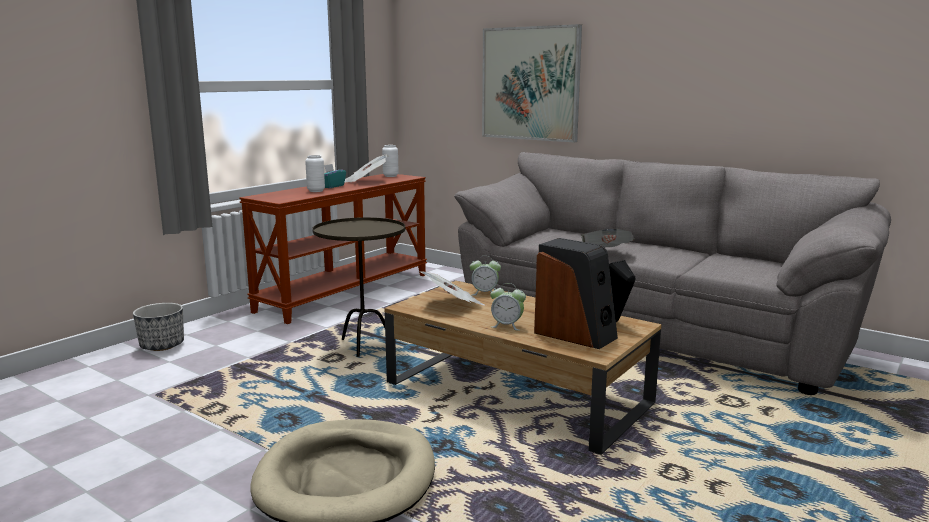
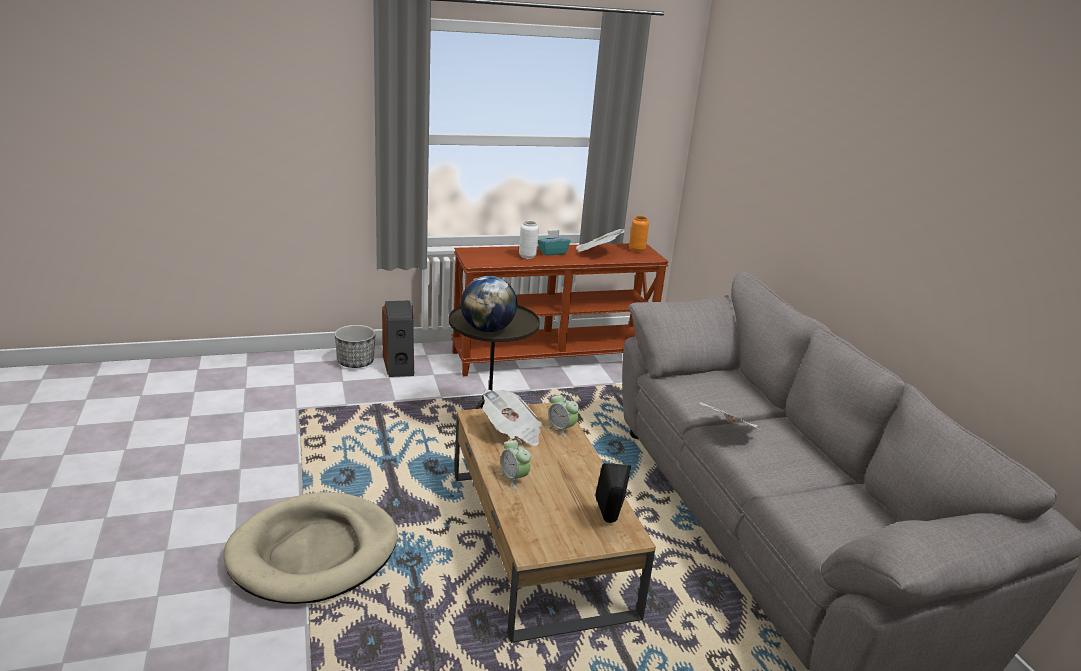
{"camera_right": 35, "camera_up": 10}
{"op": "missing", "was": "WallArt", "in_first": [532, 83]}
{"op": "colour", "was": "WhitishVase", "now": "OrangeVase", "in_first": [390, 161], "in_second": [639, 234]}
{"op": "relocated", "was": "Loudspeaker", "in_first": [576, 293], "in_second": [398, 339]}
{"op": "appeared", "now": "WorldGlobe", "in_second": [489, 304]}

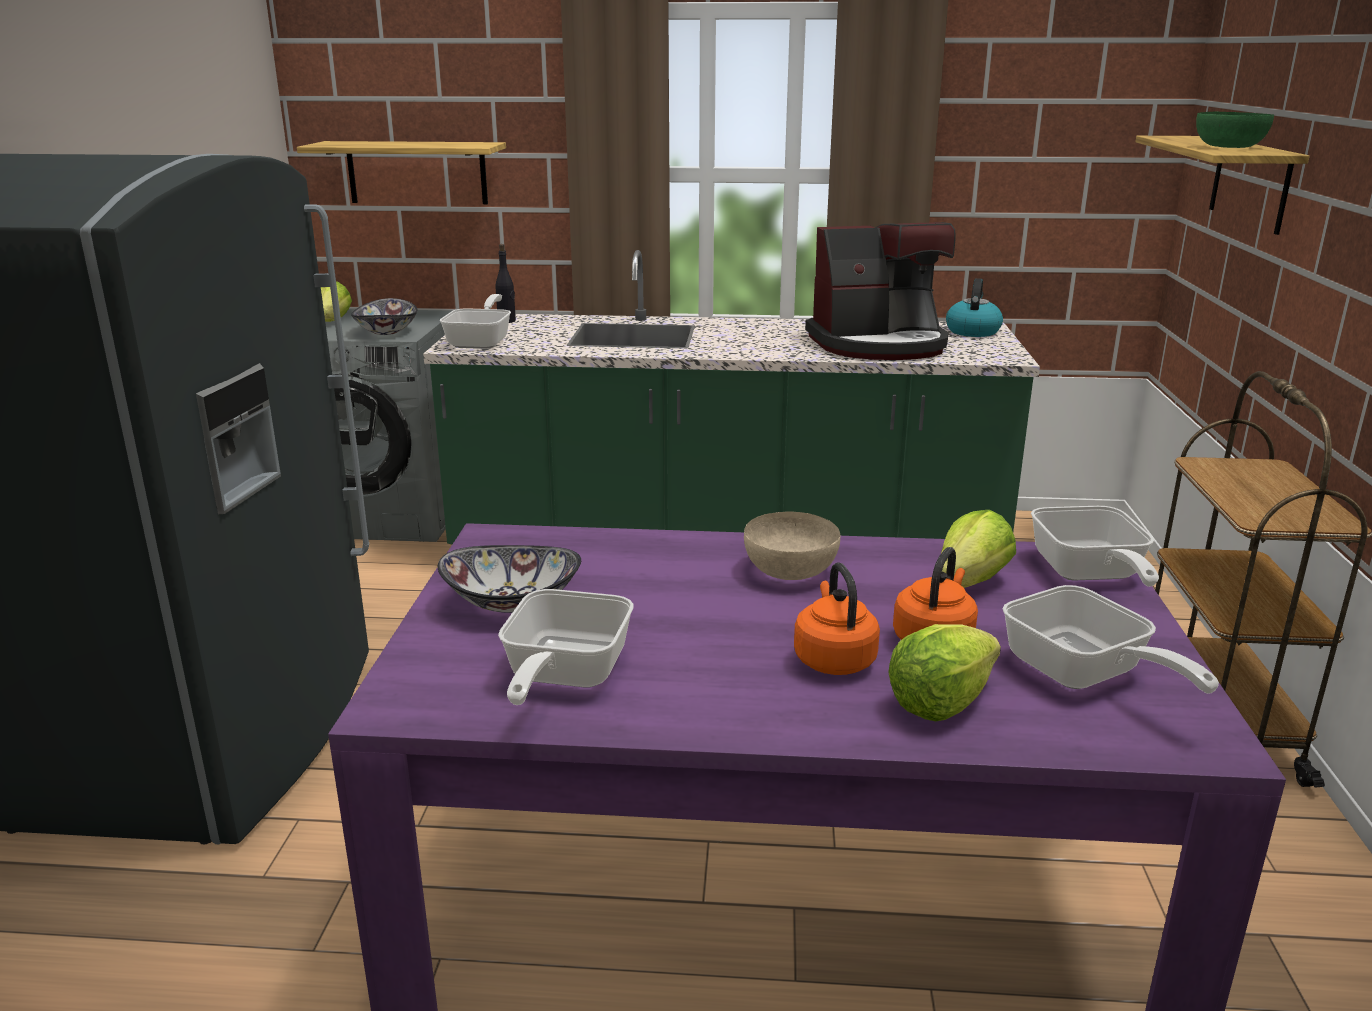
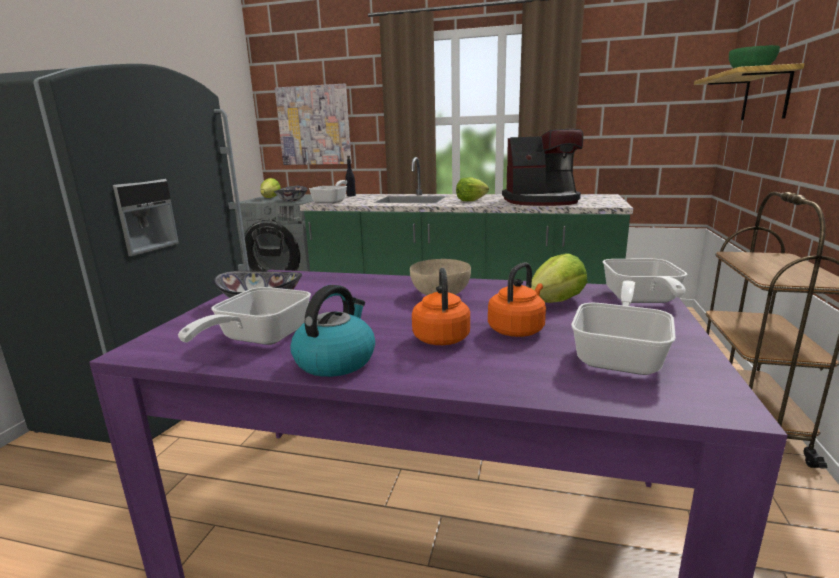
{"camera_right": 10, "camera_up": -5}
{"op": "exchanged", "was": "BracketShelf", "now": "WallArt", "in_first": [401, 172], "in_second": [313, 124]}
{"op": "relocated", "was": "Kettle", "in_first": [974, 307], "in_second": [332, 331]}
{"op": "spun", "was": "Pan", "in_first": [1111, 639], "in_second": [623, 328], "clockwise": -135}
{"op": "relocated", "was": "Lettuce", "in_first": [944, 672], "in_second": [472, 189]}

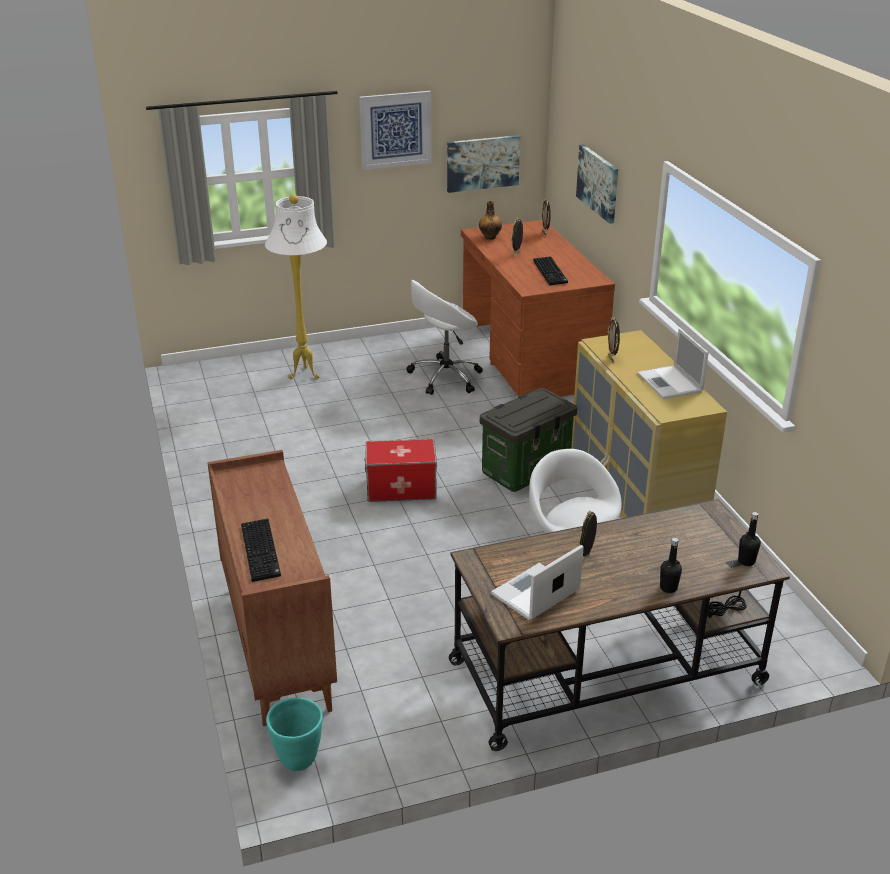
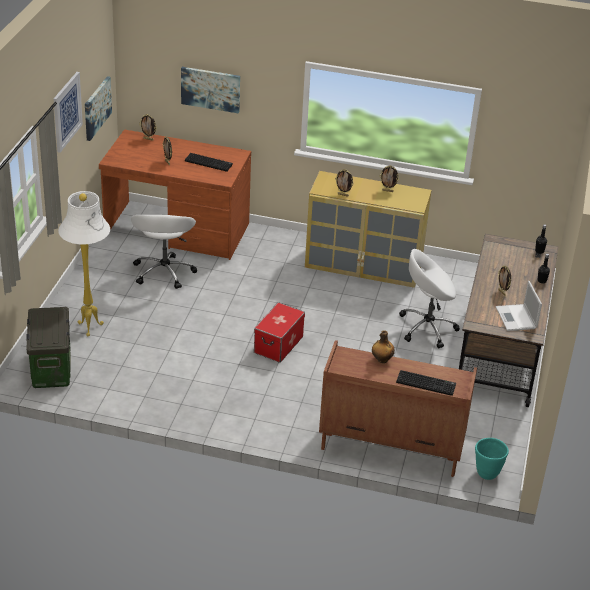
{"camera_right": -60, "camera_up": 5}
{"op": "relocated", "was": "DrinkBottle", "in_first": [490, 220], "in_second": [383, 346]}
{"op": "exchanged", "was": "NotebookComputer", "now": "PictureFrame", "in_first": [673, 363], "in_second": [389, 178]}
{"op": "relocated", "was": "StorageBox", "in_first": [528, 440], "in_second": [48, 347]}

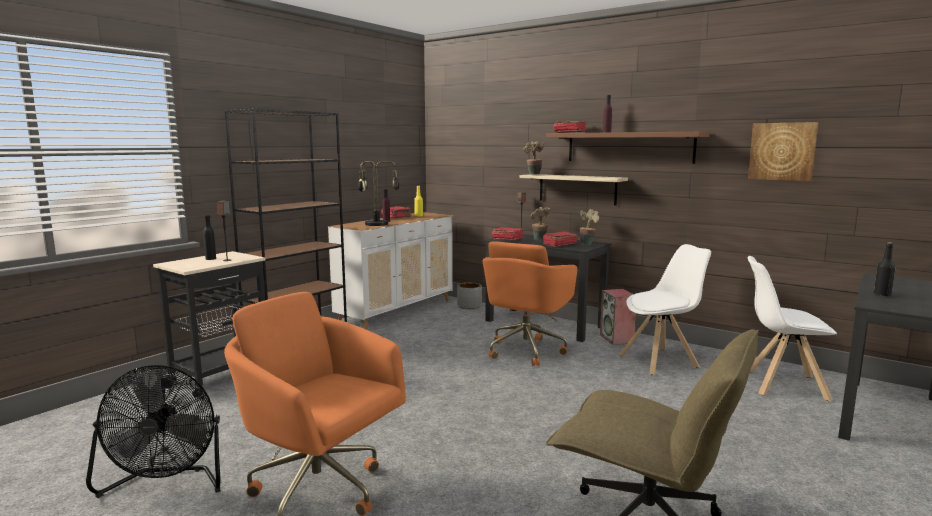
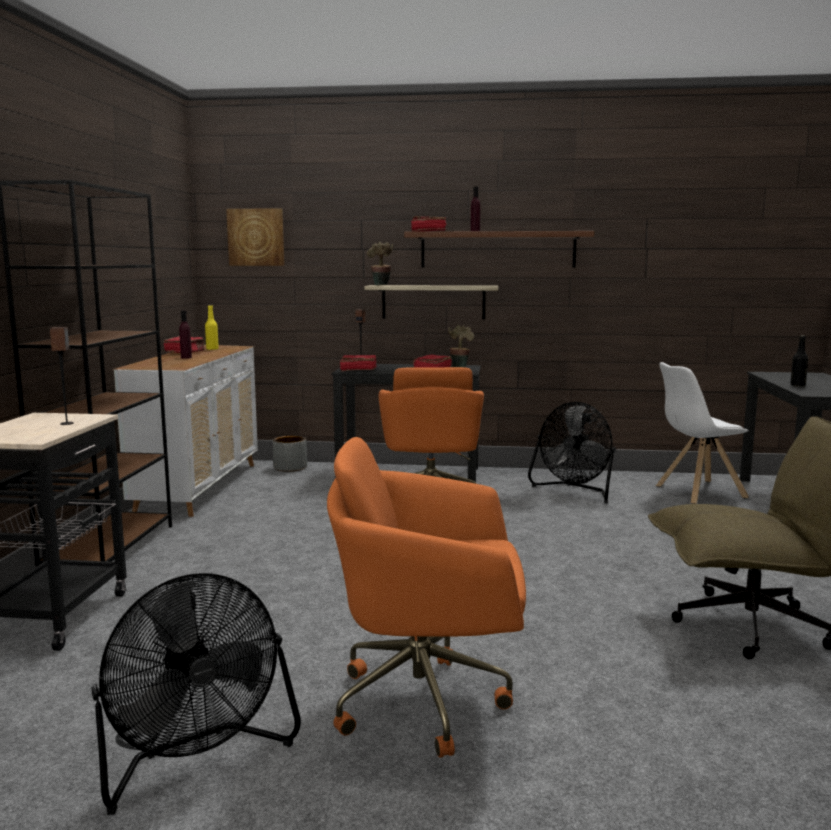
{"camera_right": -30, "camera_up": 0}
{"op": "relocated", "was": "WallArt", "in_first": [783, 151], "in_second": [255, 237]}
{"op": "missing", "was": "TabletopLamp", "in_first": [378, 193]}
{"op": "missing", "was": "PottedPlant", "in_first": [540, 223]}
{"op": "missing", "was": "BlackColouredDrinkBottle", "in_first": [209, 237]}
{"op": "exchanged", "was": "WhitishChair", "now": "BlackColouredElectricFan", "in_first": [664, 309], "in_second": [572, 452]}
{"op": "missing", "was": "Loudspeaker", "in_first": [618, 317]}

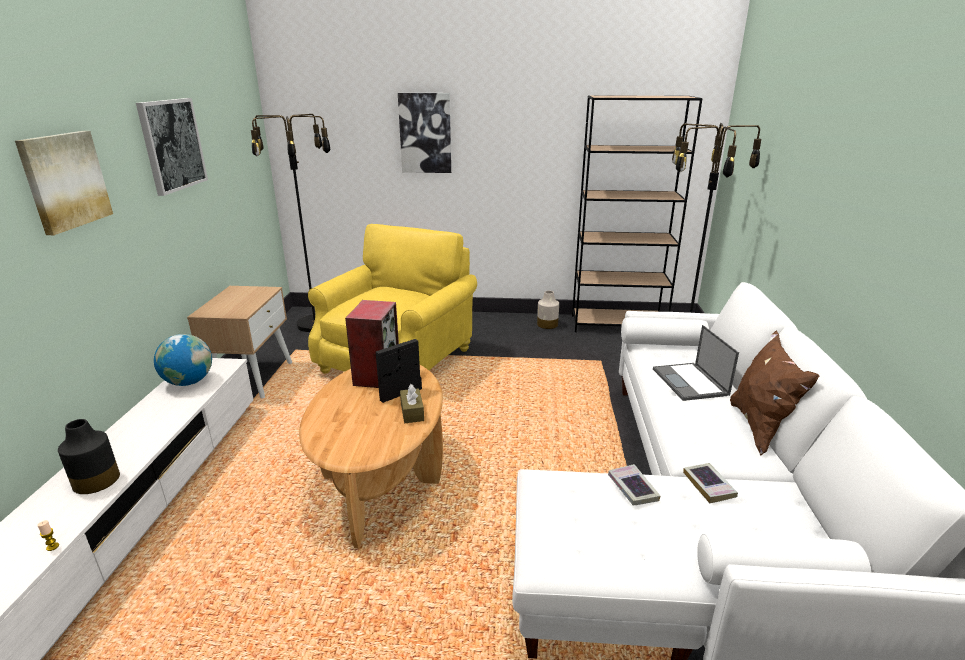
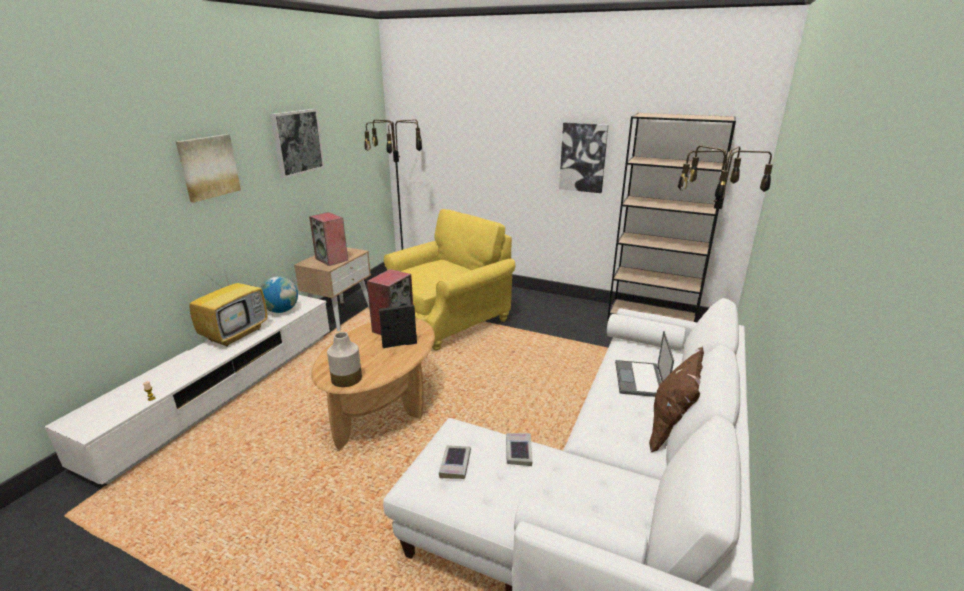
{"camera_right": 20, "camera_up": 0}
{"op": "relocated", "was": "WallArt", "in_first": [424, 133], "in_second": [583, 158]}
{"op": "relocated", "was": "BeigeVase", "in_first": [548, 310], "in_second": [344, 359]}
{"op": "missing", "was": "BrownColouredTissueHolder", "in_first": [412, 403]}
{"op": "missing", "was": "BlackColouredVase", "in_first": [89, 456]}
{"op": "relocated", "was": "Volume", "in_first": [710, 483], "in_second": [455, 462]}
{"op": "appeared", "now": "Loudspeaker", "in_second": [328, 239]}
{"op": "appeared", "now": "TvSet", "in_second": [228, 302]}

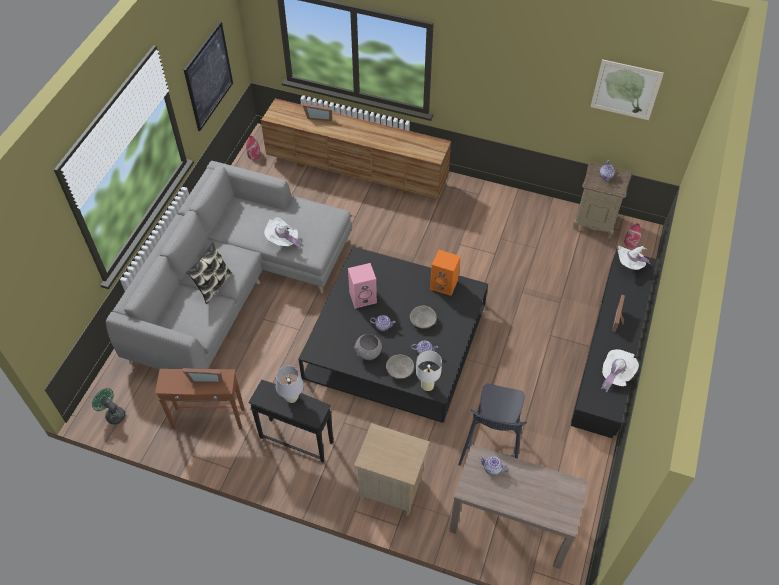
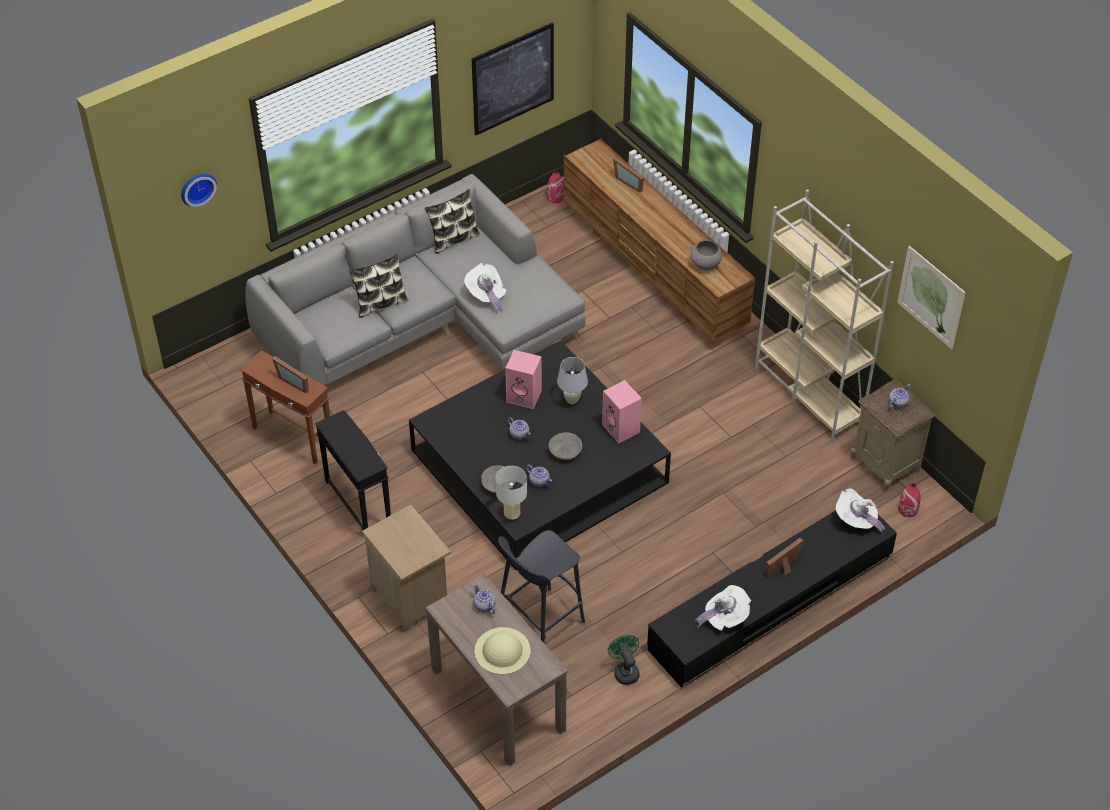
{"camera_right": 35, "camera_up": -5}
{"op": "colour", "was": "OrangeLoudspeaker", "now": "PinkLoudspeaker", "in_first": [445, 273], "in_second": [622, 411]}
{"op": "relocated", "was": "GrayBowl", "in_first": [368, 347], "in_second": [706, 255]}
{"op": "relocated", "was": "WhitishTabletopLamp", "in_first": [289, 384], "in_second": [572, 380]}
{"op": "relocated", "was": "GreenishElectricFan", "in_first": [109, 406], "in_second": [624, 660]}
{"op": "appeared", "now": "HangingClock", "in_second": [199, 190]}
{"op": "appeared", "now": "ThrowPillow", "in_second": [452, 221]}
{"op": "appeared", "now": "BeigeBookcase", "in_second": [824, 315]}
{"op": "appeared", "now": "BeigeClothingHat", "in_second": [503, 650]}

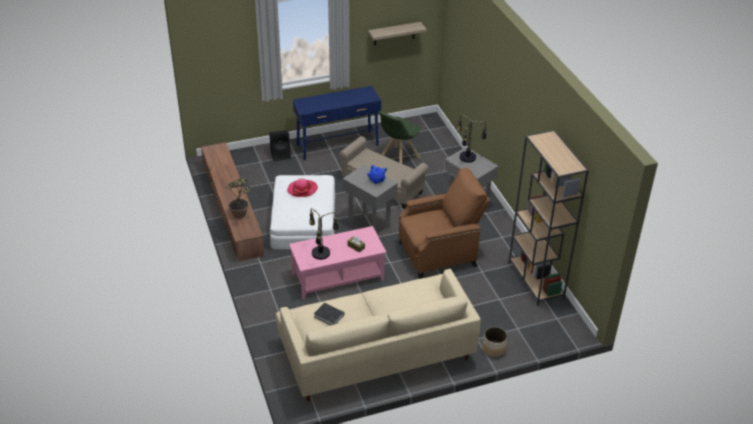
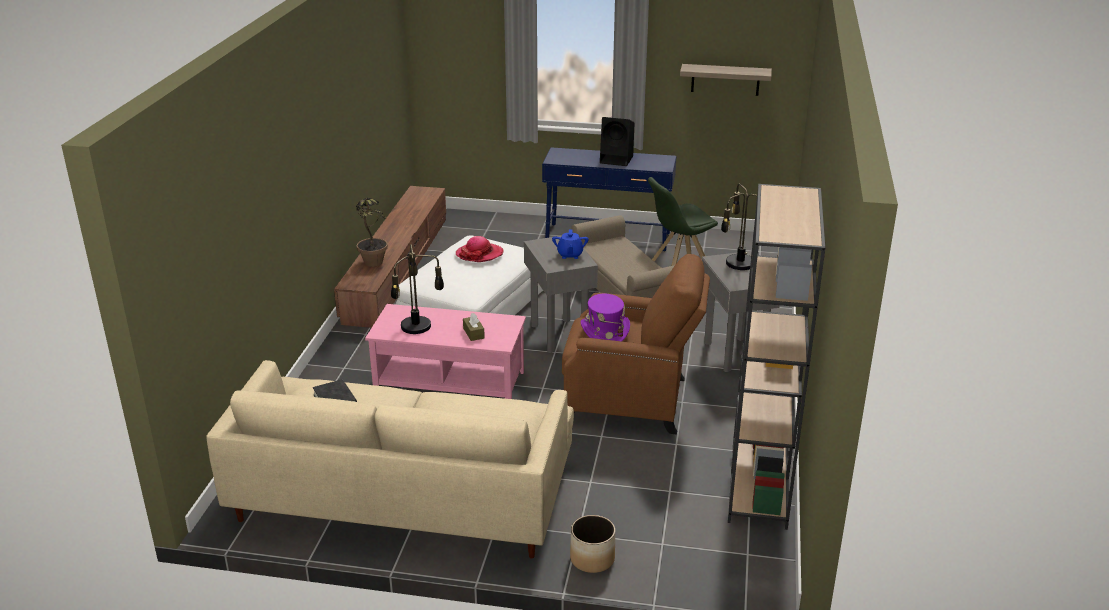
{"camera_right": 30, "camera_up": -10}
{"op": "relocated", "was": "BlackColouredLoudspeaker", "in_first": [280, 145], "in_second": [617, 141]}
{"op": "appeared", "now": "PurpleColouredClothingHat", "in_second": [605, 317]}

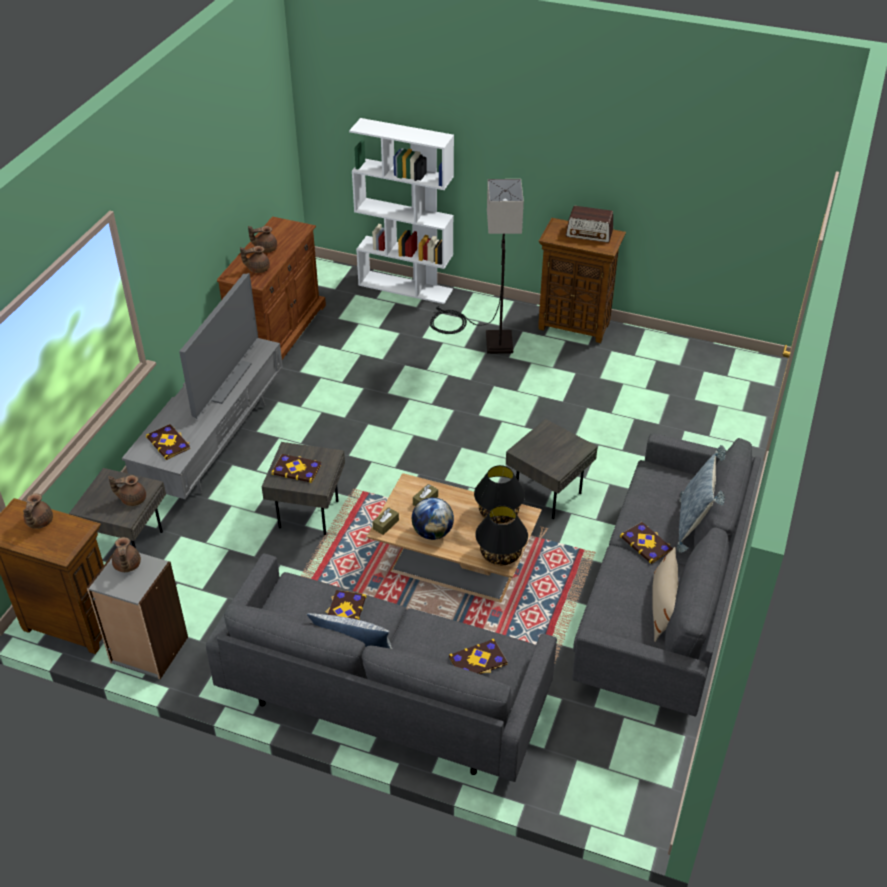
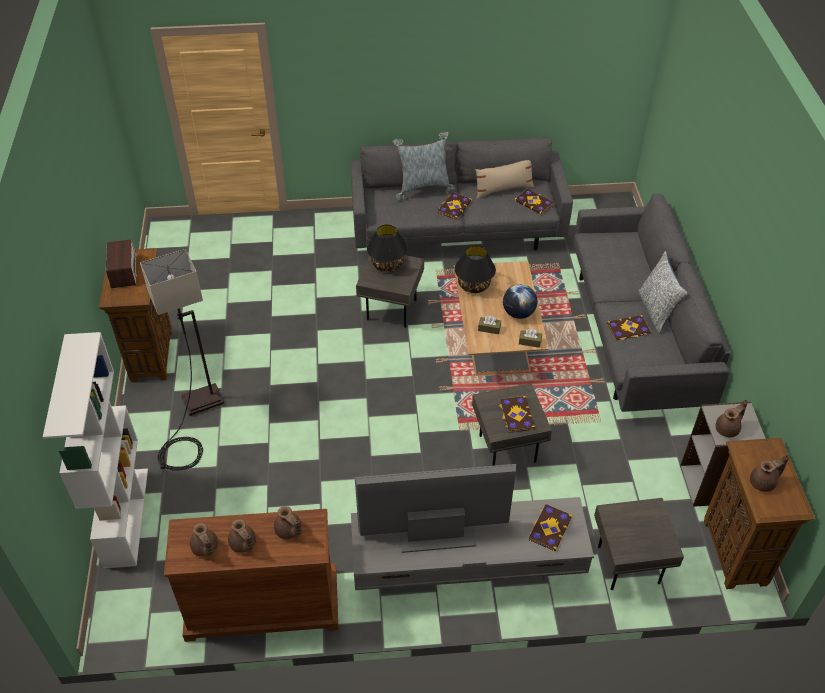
{"camera_right": -115, "camera_up": 5}
{"op": "relocated", "was": "BrownColouredTeapot", "in_first": [127, 490], "in_second": [204, 540]}
{"op": "relocated", "was": "BlackColouredTabletopLamp", "in_first": [501, 535], "in_second": [387, 248]}
{"op": "relocated", "was": "Volume", "in_first": [478, 656], "in_second": [534, 202]}

